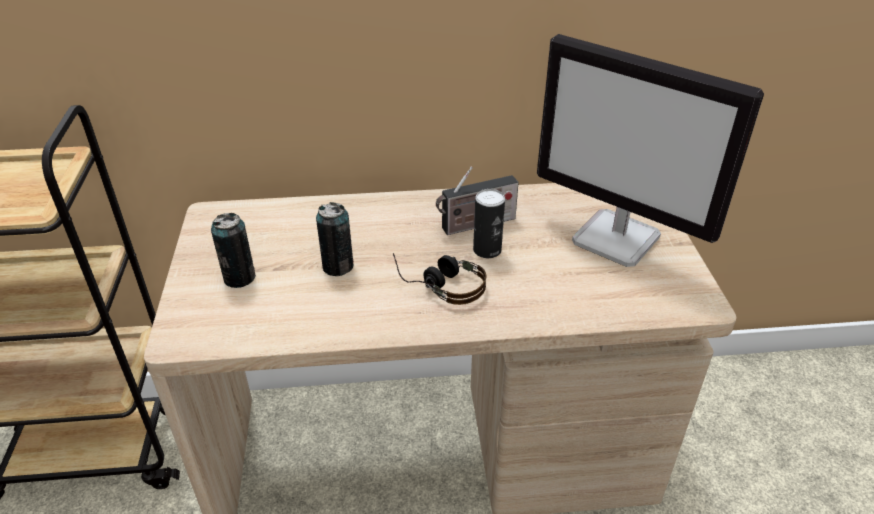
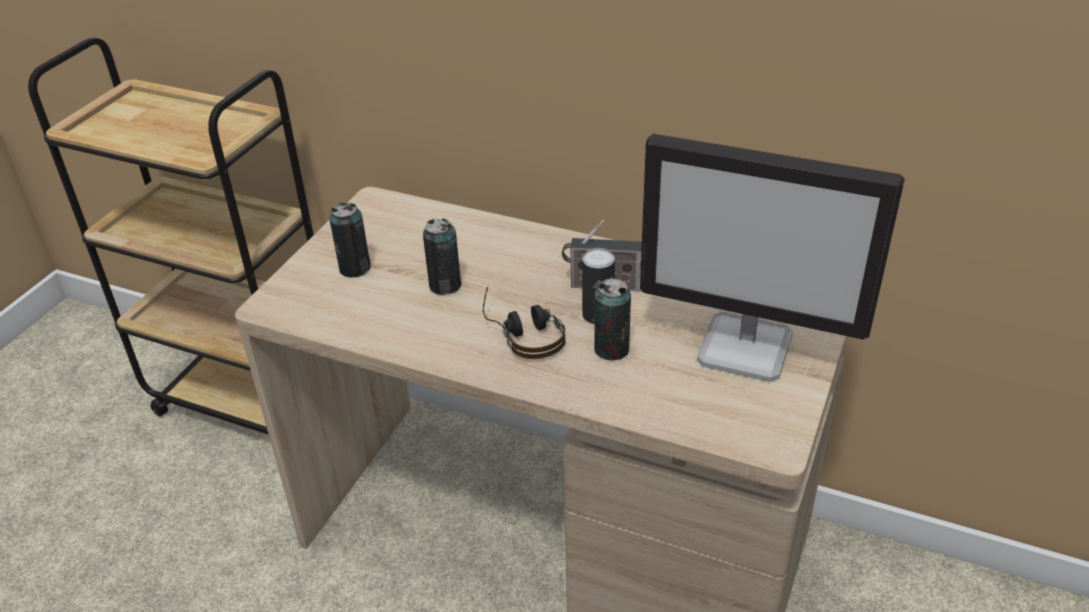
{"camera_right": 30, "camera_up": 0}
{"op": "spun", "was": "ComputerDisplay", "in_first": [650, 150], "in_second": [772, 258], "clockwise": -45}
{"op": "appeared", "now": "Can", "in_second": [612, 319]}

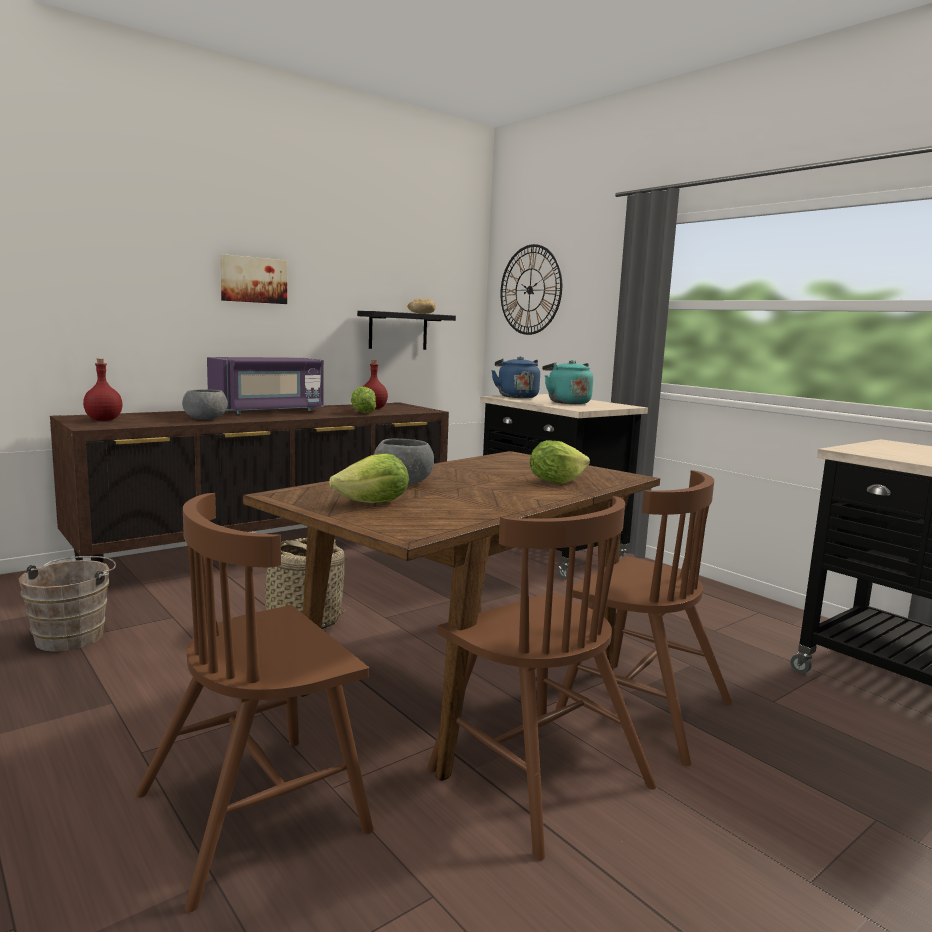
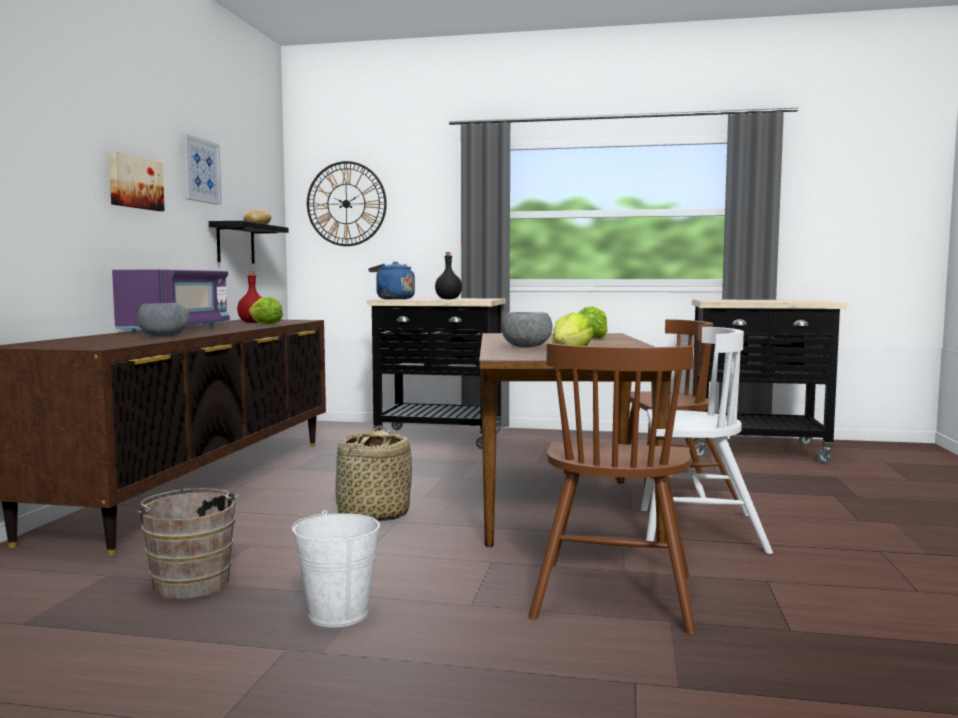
{"camera_right": -40, "camera_up": -5}
{"op": "missing", "was": "ReddishDrinkBottle", "in_first": [103, 390]}
{"op": "exchanged", "was": "BlueGreenKettle", "now": "BlackColouredDrinkBottle", "in_first": [567, 382], "in_second": [448, 275]}
{"op": "colour", "was": "BrownColouredChair", "now": "WhitishChair", "in_first": [542, 678], "in_second": [707, 440]}
{"op": "appeared", "now": "WallArt", "in_second": [202, 169]}
{"op": "appeared", "now": "WhitishBucket", "in_second": [336, 568]}

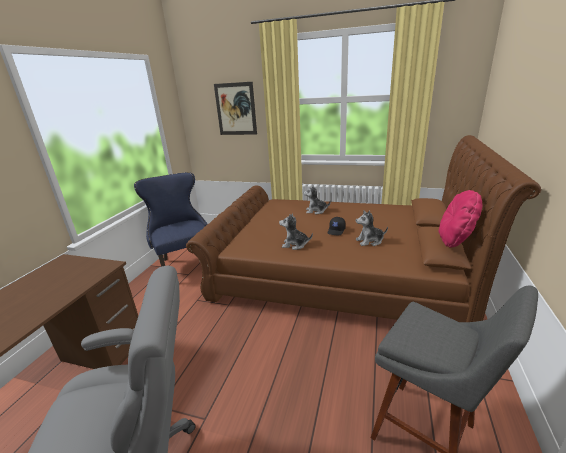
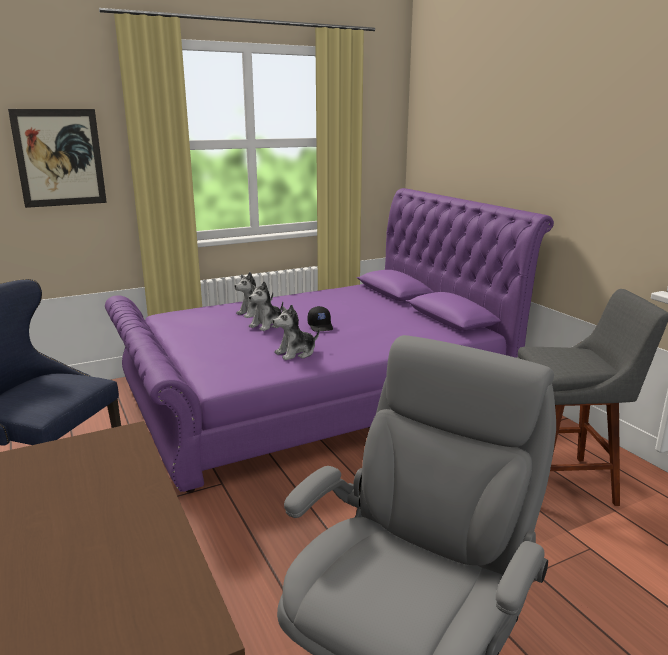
{"camera_right": -45, "camera_up": -5}
{"op": "colour", "was": "BrownColouredBedroomBed", "now": "PurpleColouredBedroomBed", "in_first": [363, 228], "in_second": [329, 340]}
{"op": "missing", "was": "PinkThrowPillow", "in_first": [460, 219]}
{"op": "relocated", "was": "PlushToy", "in_first": [372, 228], "in_second": [266, 306]}

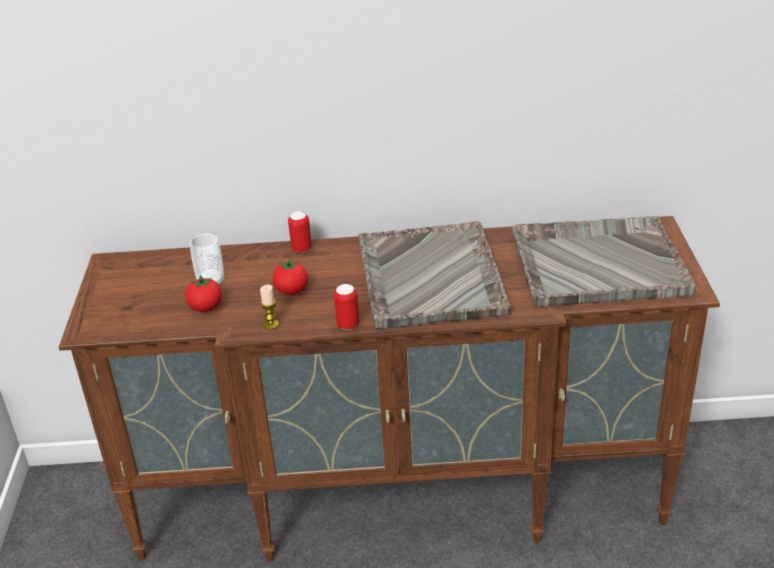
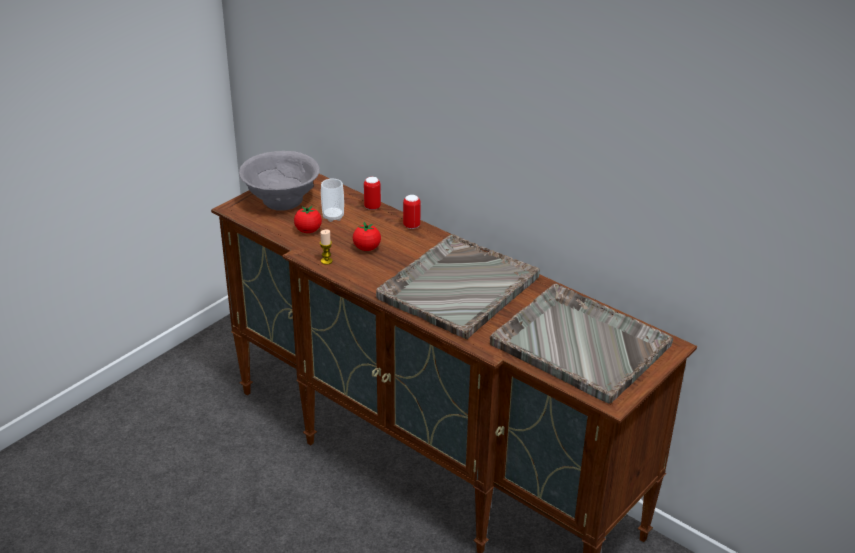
{"camera_right": 40, "camera_up": 0}
{"op": "relocated", "was": "Can", "in_first": [346, 307], "in_second": [372, 193]}
{"op": "appeared", "now": "GrayBowl", "in_second": [279, 181]}

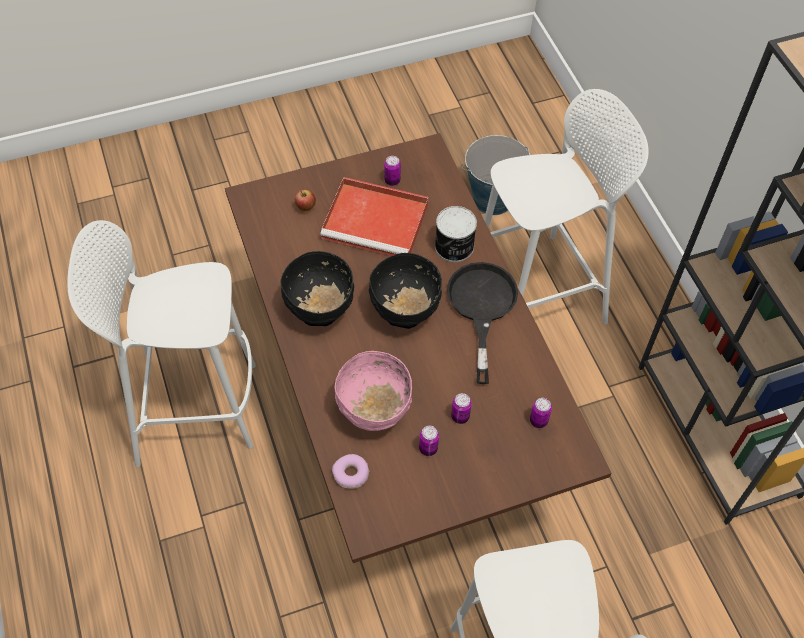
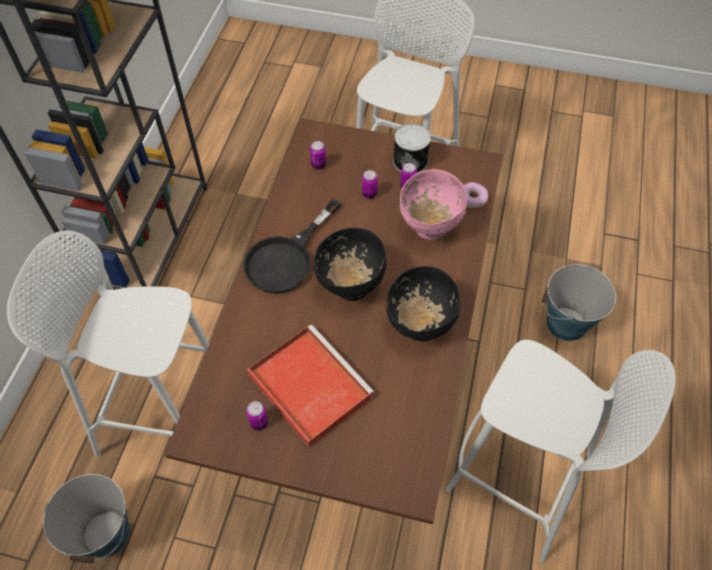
{"camera_right": -145, "camera_up": 0}
{"op": "missing", "was": "Apple", "in_first": [305, 200]}
{"op": "relocated", "was": "Can", "in_first": [456, 234], "in_second": [412, 148]}
{"op": "appeared", "now": "Bucket", "in_second": [579, 302]}

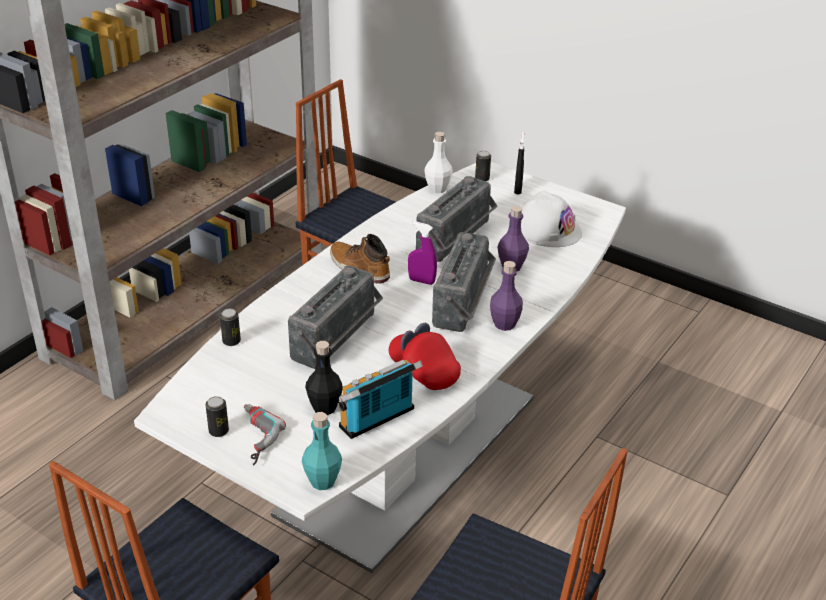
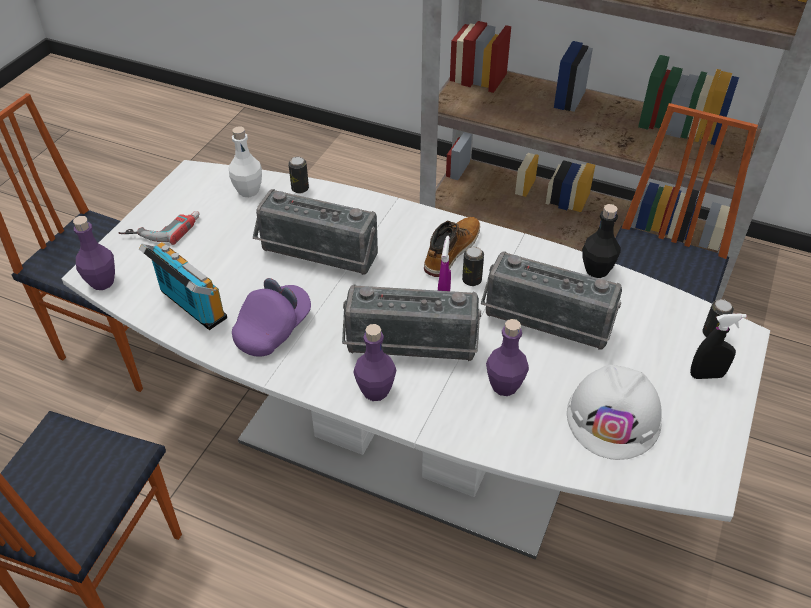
{"camera_right": 80, "camera_up": 10}
{"op": "relocated", "was": "WhitishDrinkBottle", "in_first": [438, 162], "in_second": [245, 161]}
{"op": "colour", "was": "ReddishCap", "now": "PurpleColouredCap", "in_first": [425, 356], "in_second": [271, 317]}
{"op": "relocated", "was": "BlackColouredDrinkBottle", "in_first": [324, 378], "in_second": [601, 241]}
{"op": "relocated", "was": "Can", "in_first": [217, 416], "in_second": [473, 266]}
{"op": "colour", "was": "BlueGreenDrinkBottle", "now": "PurpleColouredDrinkBottle", "in_first": [322, 451], "in_second": [94, 253]}

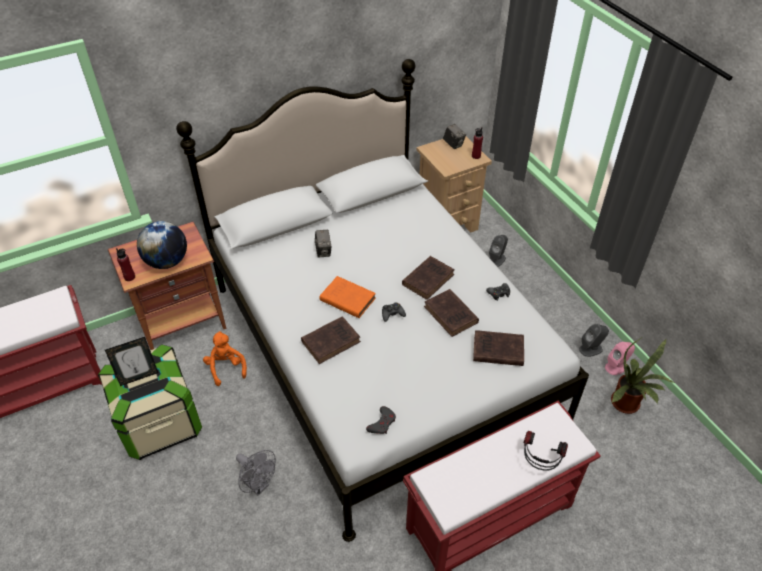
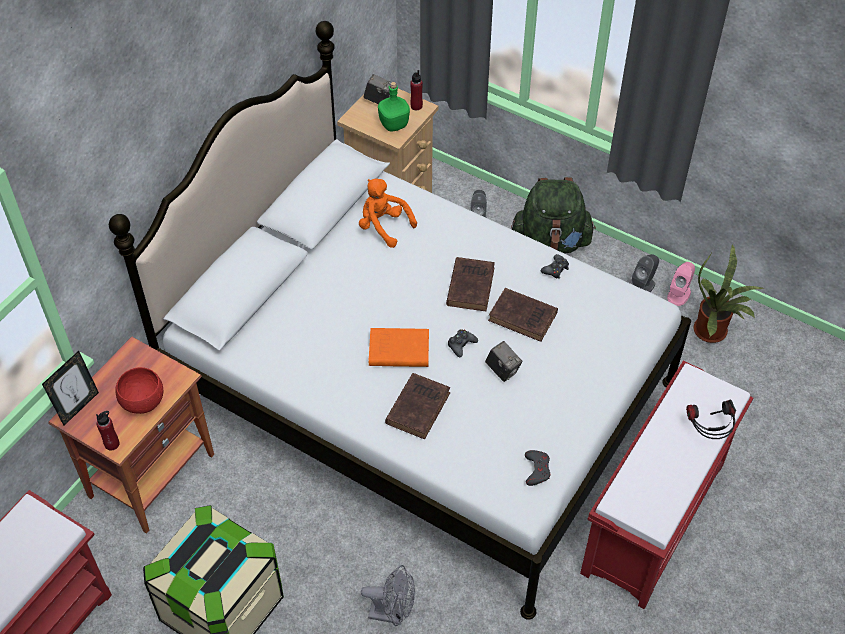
{"camera_right": -30, "camera_up": 5}
{"op": "exchanged", "was": "WorldGlobe", "now": "ReddishBowl", "in_first": [162, 245], "in_second": [139, 390]}
{"op": "relocated", "was": "PhotoCamera", "in_first": [323, 244], "in_second": [503, 361]}
{"op": "missing", "was": "BrownColouredVolume", "in_first": [498, 348]}
{"op": "relocated", "was": "OrangePlushToy", "in_first": [225, 358], "in_second": [388, 213]}
{"op": "relocated", "was": "PictureFrame", "in_first": [131, 361], "in_second": [70, 388]}
{"op": "appeared", "now": "GreenishDrinkBottle", "in_second": [394, 107]}
{"op": "appeared", "now": "GreenishRucksack", "in_second": [553, 215]}

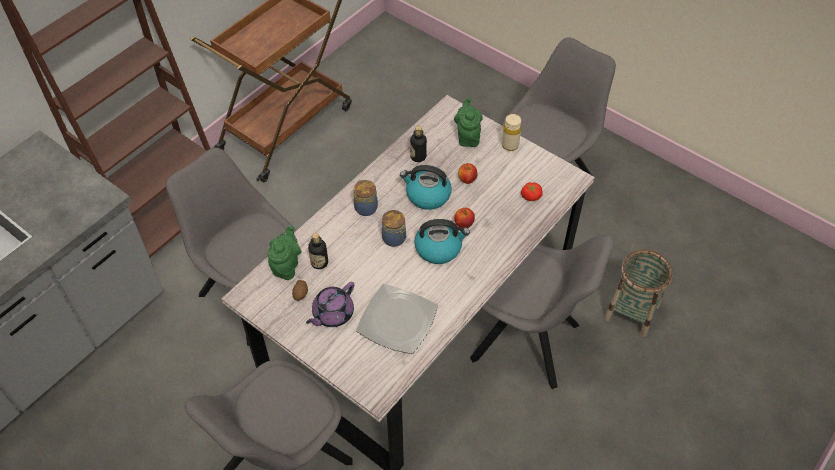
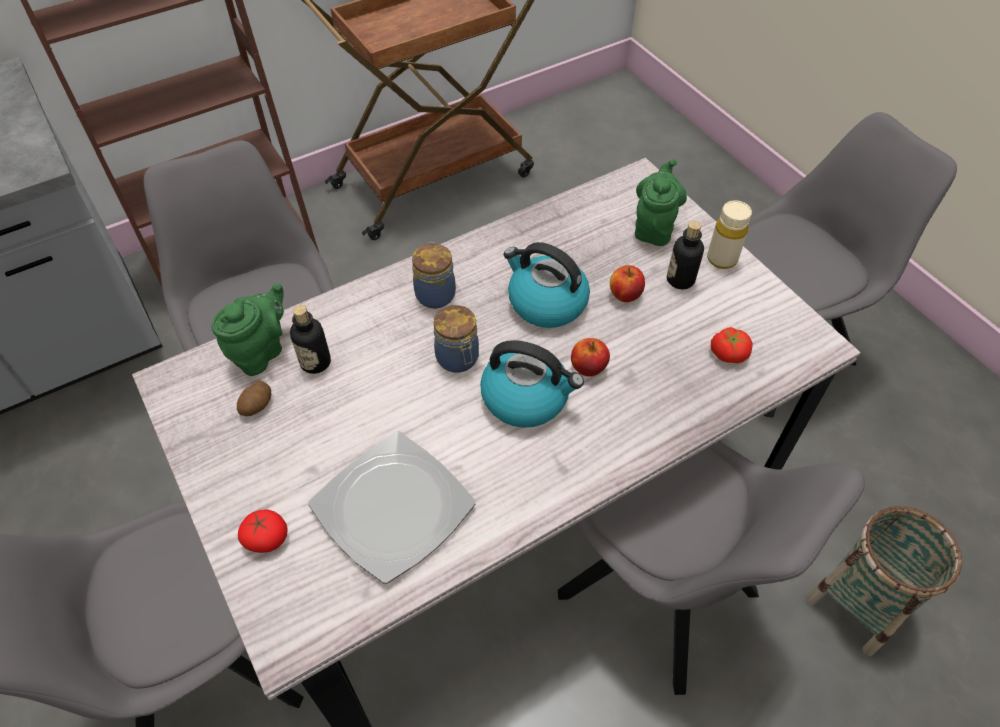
{"camera_right": 20, "camera_up": 0}
{"op": "relocated", "was": "DrinkBottle", "in_first": [418, 144], "in_second": [685, 255]}
{"op": "missing", "was": "PurpleColouredTeapot", "in_first": [330, 304]}
{"op": "appeared", "now": "WholeTomato", "in_second": [262, 531]}

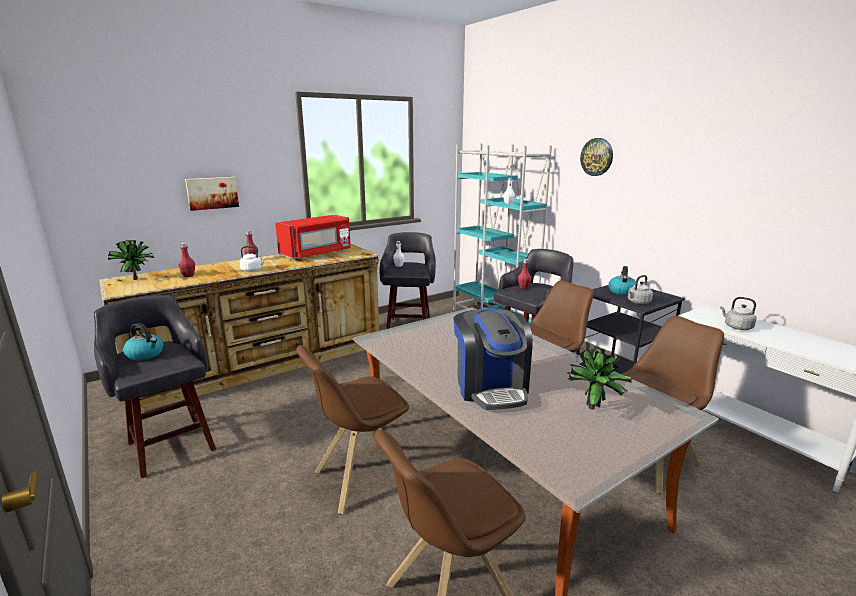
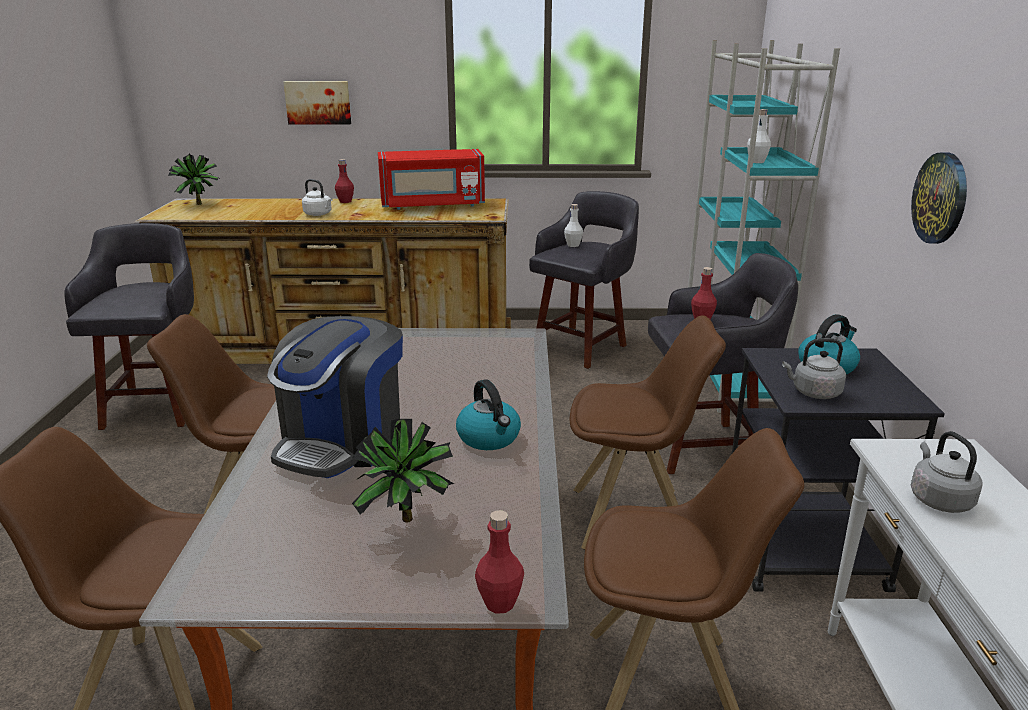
{"camera_right": 35, "camera_up": 5}
{"op": "relocated", "was": "HangingClock", "in_first": [596, 157], "in_second": [939, 198]}
{"op": "relocated", "was": "ReddishDrinkBottle", "in_first": [187, 260], "in_second": [499, 562]}
{"op": "relocated", "was": "Kettle", "in_first": [143, 341], "in_second": [488, 414]}

